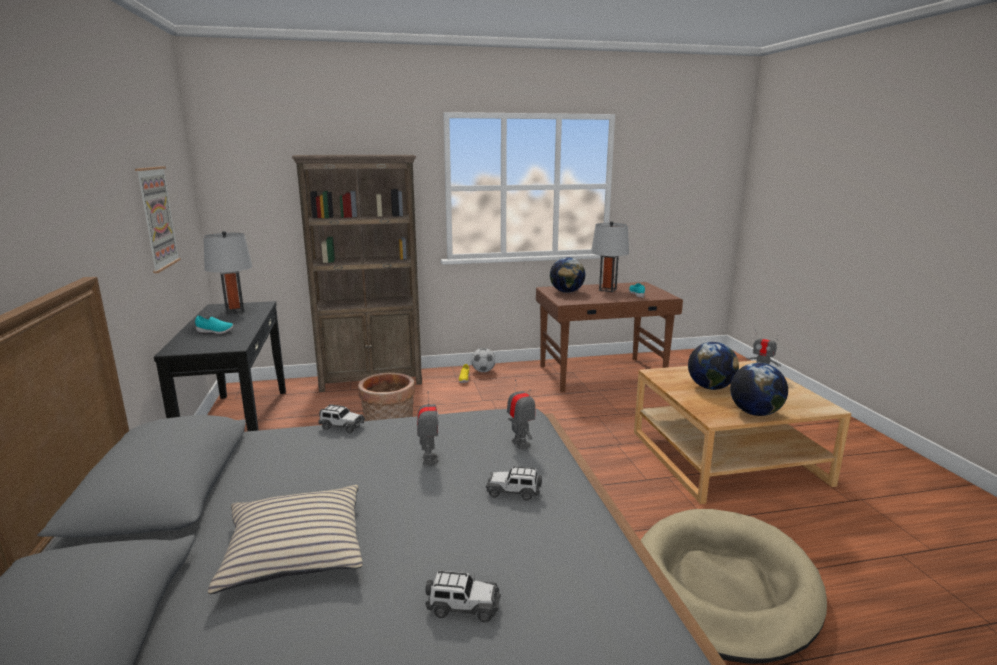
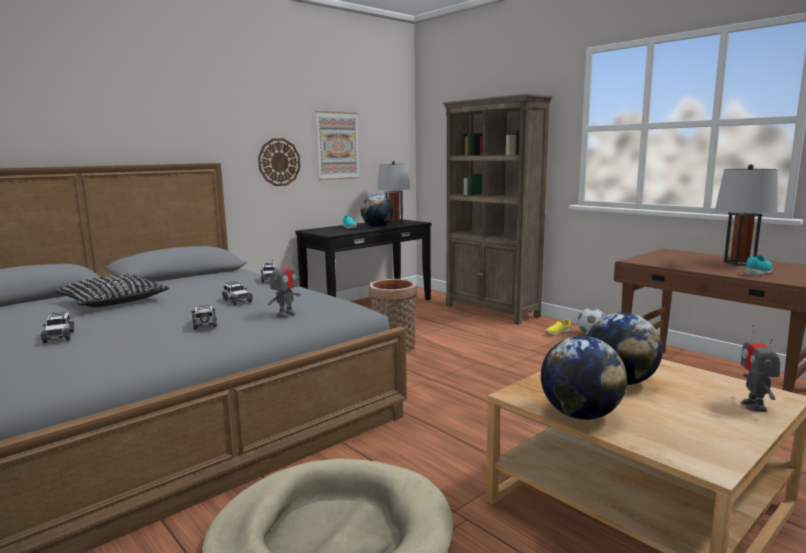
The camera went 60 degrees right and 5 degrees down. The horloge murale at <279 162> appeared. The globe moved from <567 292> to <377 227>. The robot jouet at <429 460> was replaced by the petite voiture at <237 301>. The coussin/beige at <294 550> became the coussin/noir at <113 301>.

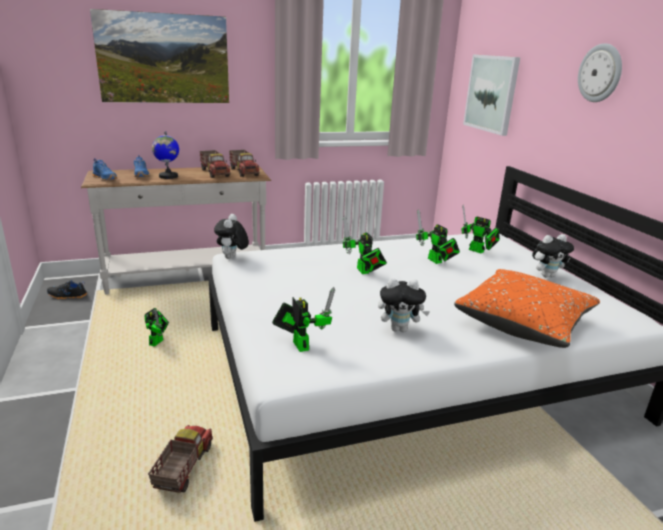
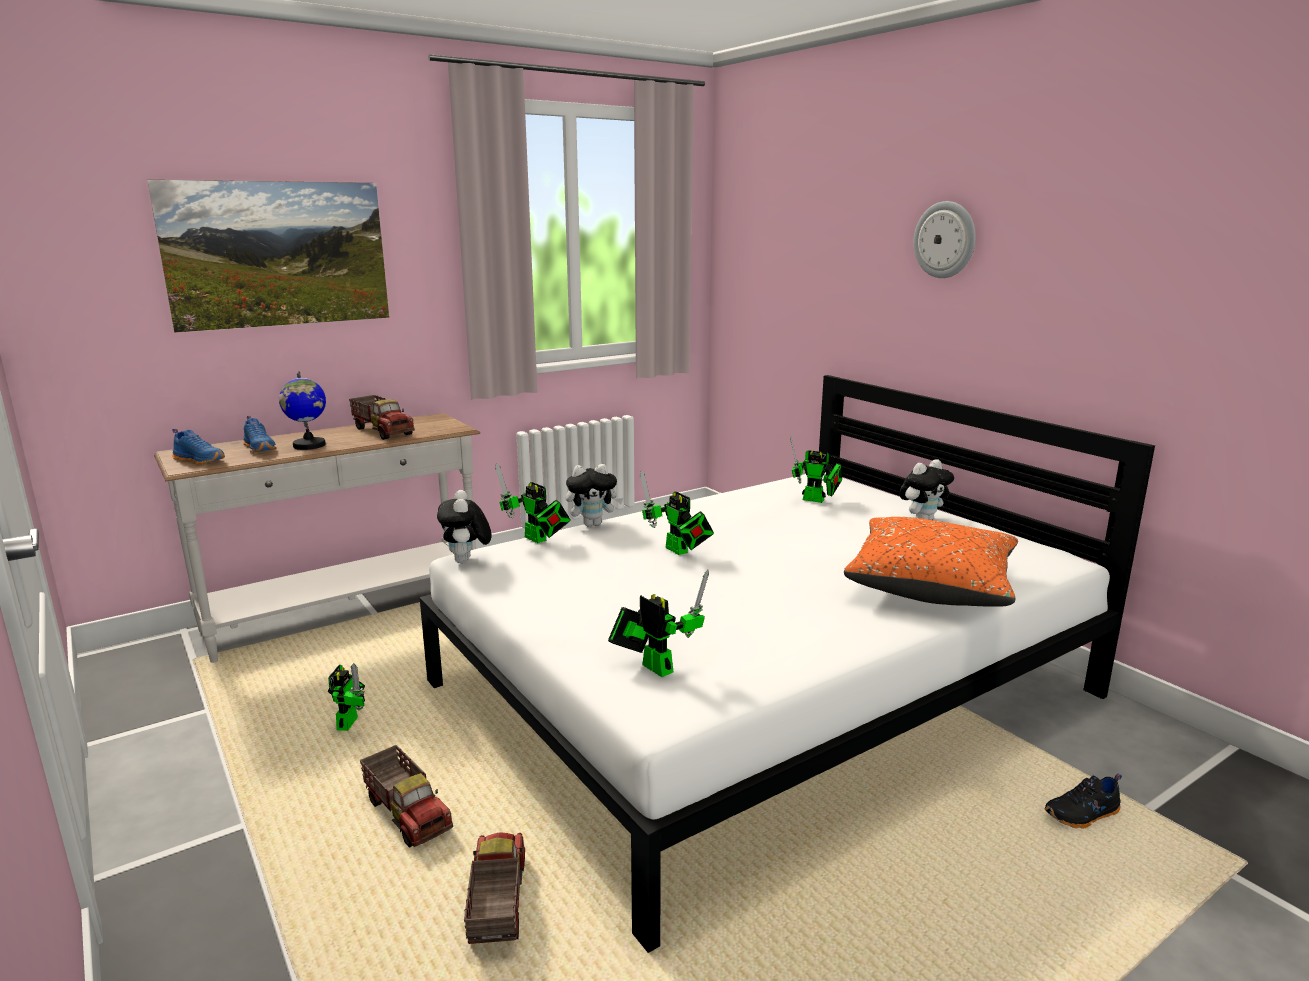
The camera went 15 degrees left and 5 degrees down. The tableau at <491 93> disappeared. The chaussure/noir moved from <67 296> to <1083 815>. The camion jouet moved from <244 172> to <408 813>. The peluche moved from <399 329> to <593 524>. The robot jouet moved from <436 261> to <538 539>.

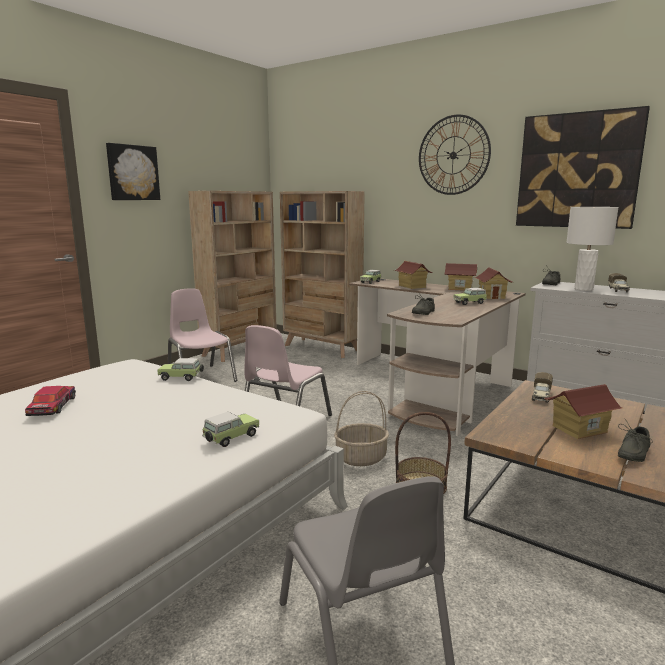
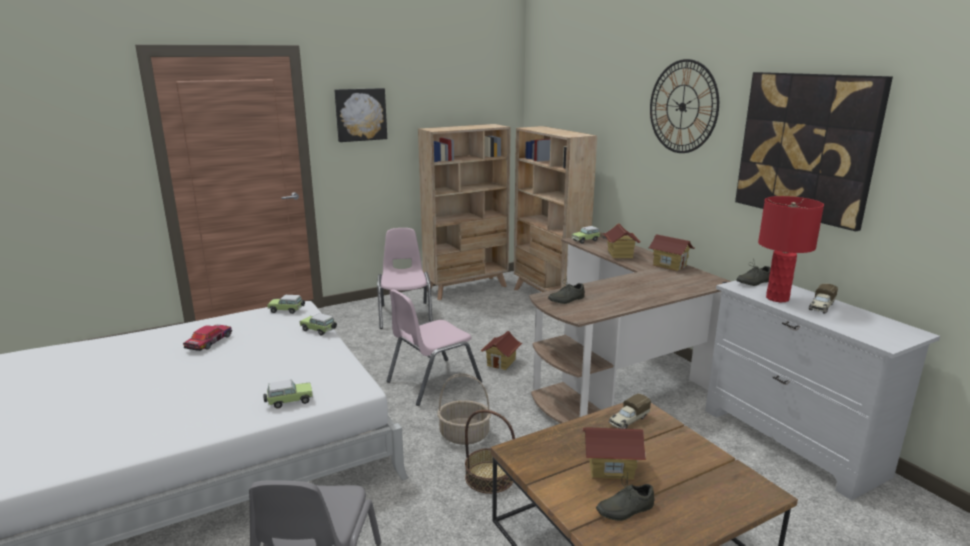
The camera went 25 degrees right and 5 degrees up. The petite voiture moved from <470 303> to <287 310>. The maison miniature moved from <491 296> to <501 363>. The lampe de table/blanc at <584 289> became the lampe de table/rouge at <777 298>.

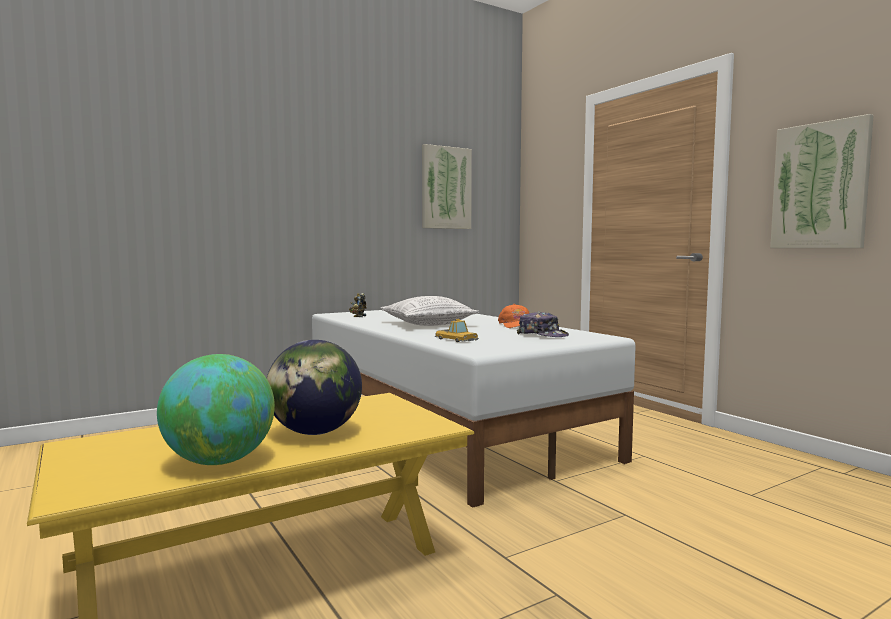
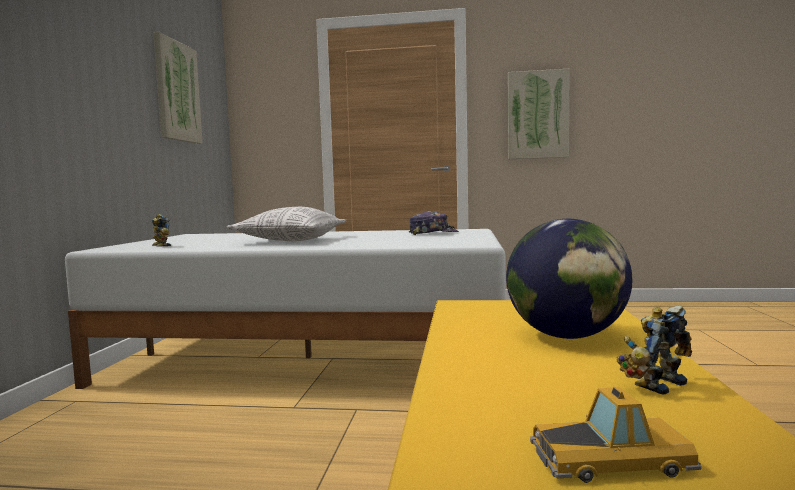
The camera went 50 degrees left and 0 degrees up. The casquette/orange at <517 325> disappeared. The petite voiture moved from <456 339> to <613 459>. The globe at <219 461> was replaced by the robot jouet at <655 383>.

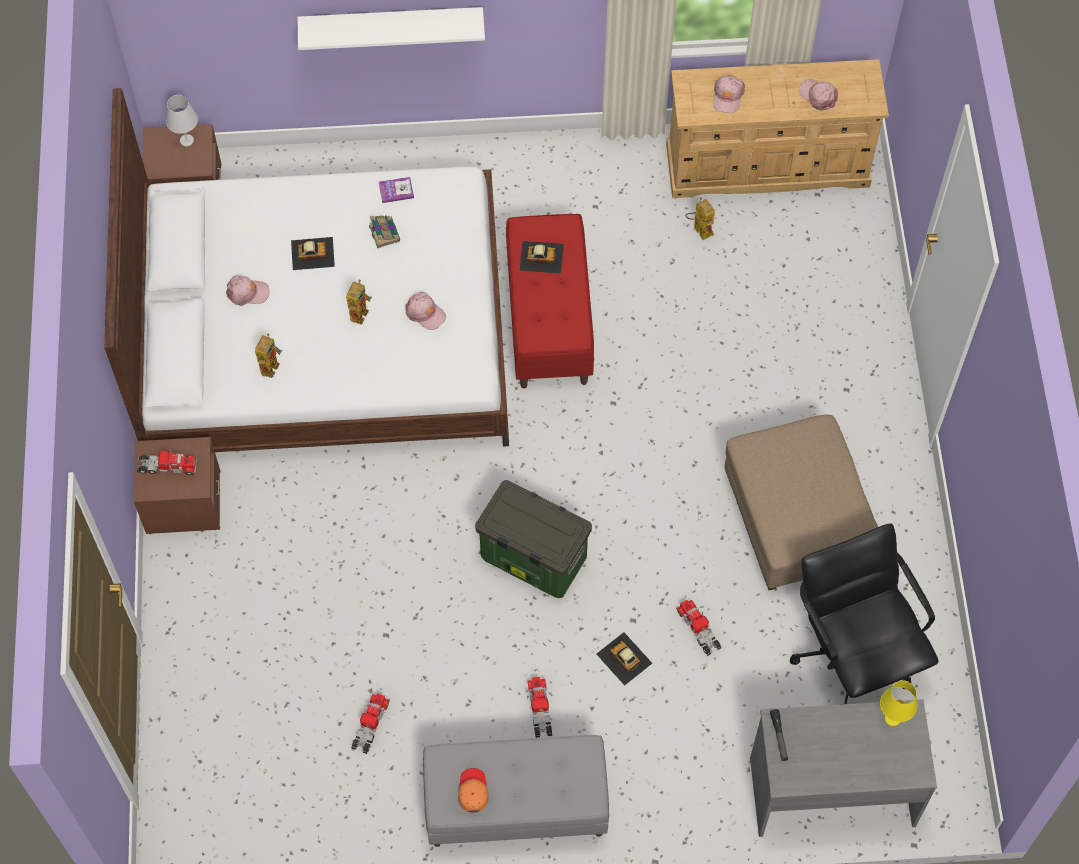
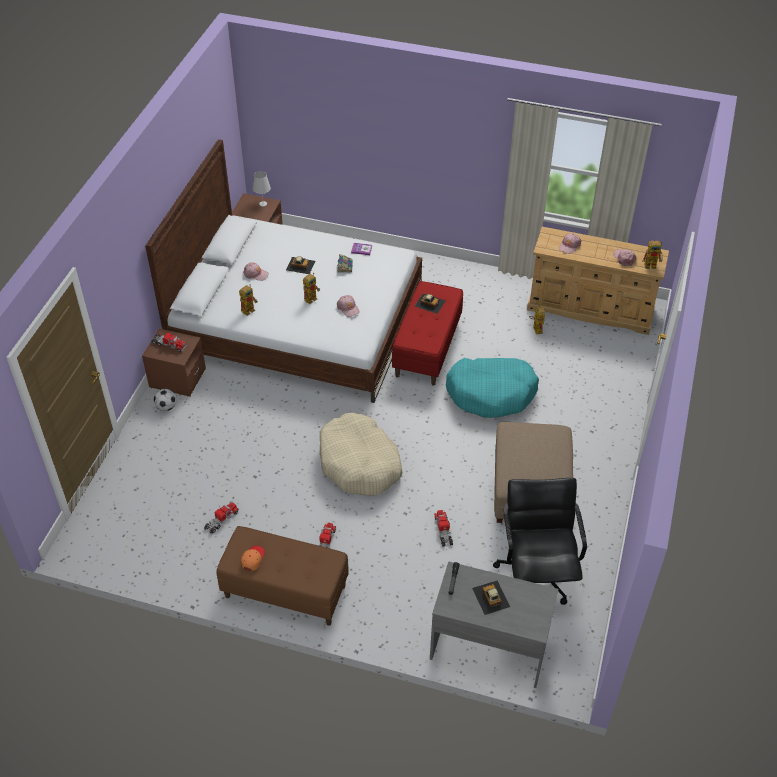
The camera went 20 degrees right and 15 degrees down. The étagère/blanc at <391 24> disappeared. The lampe de table/jaune at <892 718> disappeared. The ballon de foot at <166 407> appeared. The panier pour chien/turquoise at <491 393> appeared. The robot jouet at <652 265> appeared. The petite voiture moved from <624 659> to <491 597>. The boîte de rangement at <532 559> was replaced by the panier pour chien/beige at <359 463>. The banc/gris at <515 807> became the banc/marron at <284 591>.

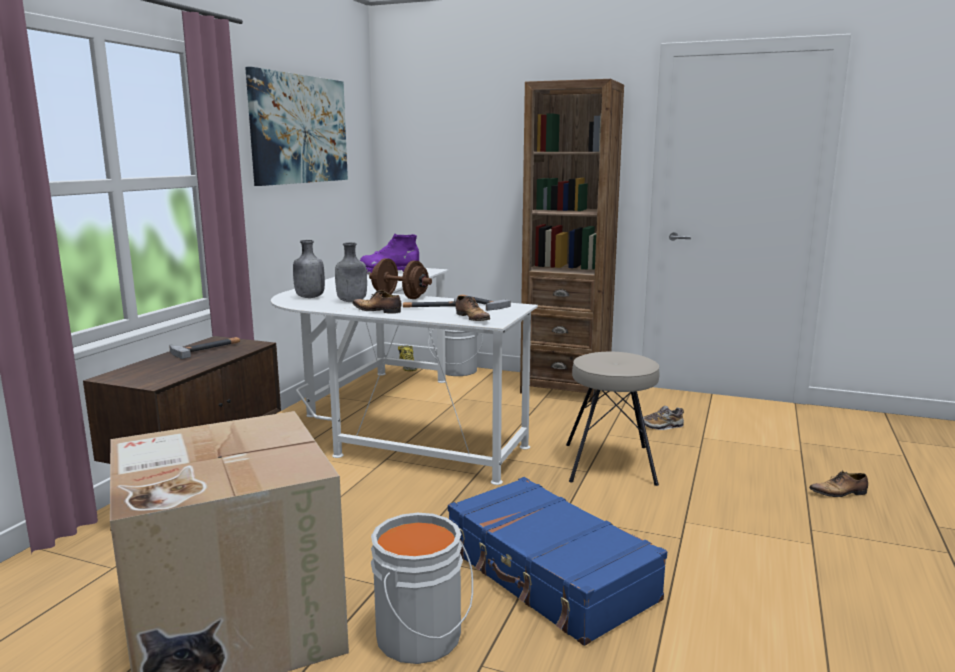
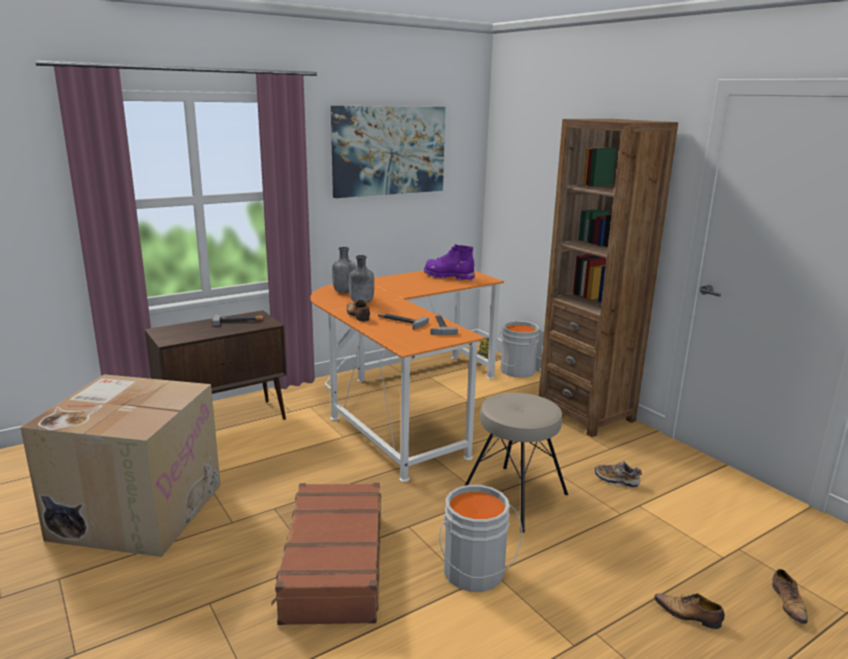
The camera went 35 degrees right and 5 degrees up. The haltère/marron at <400 297> disappeared. The seau/gris moved from <422 638> to <475 573>. The chaussure moved from <472 318> to <788 603>. The bureau/blanc at <392 423> became the bureau/orange at <403 404>. The valise/bleu at <548 575> became the valise/marron at <333 565>.

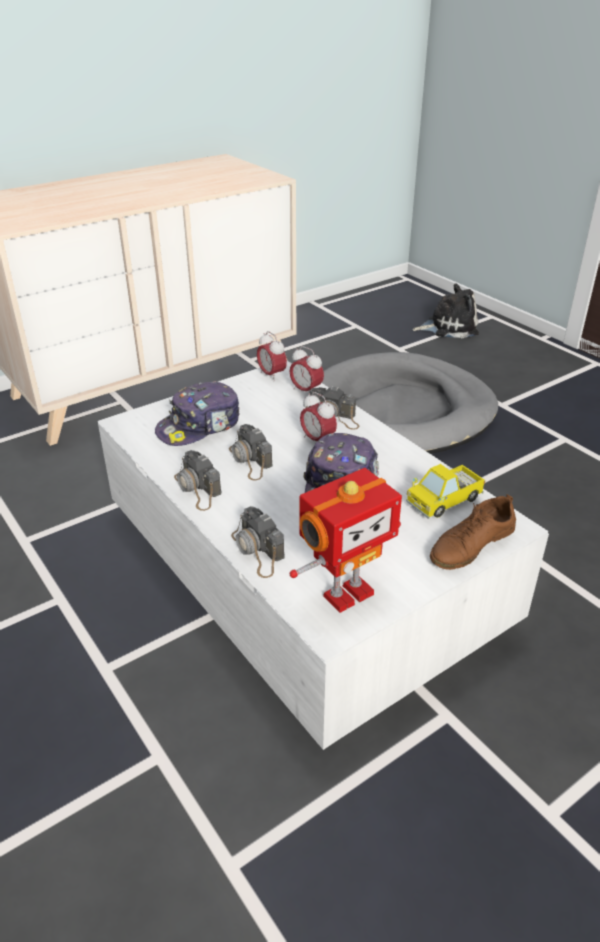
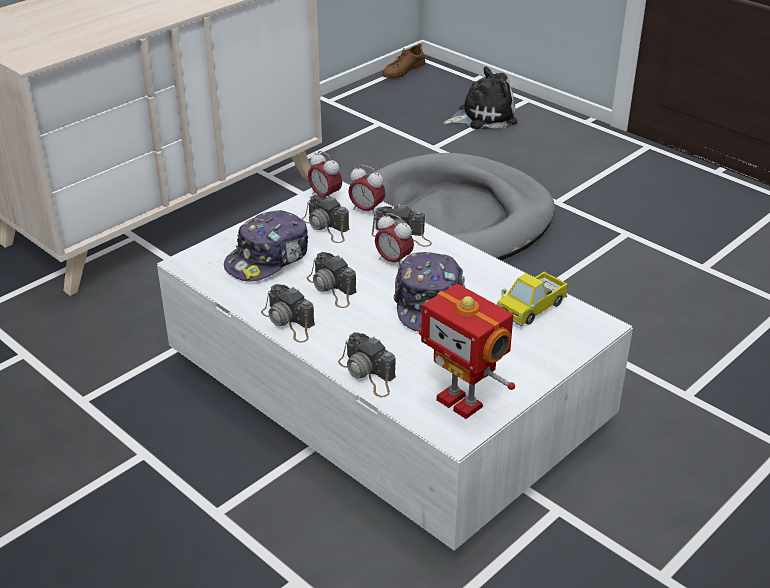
The camera went 10 degrees left and 0 degrees up. The appareil photo at <326 227> appeared. The chaussure/marron moved from <471 544> to <403 70>. The robot jouet at <346 593> turned 90 degrees clockwise.

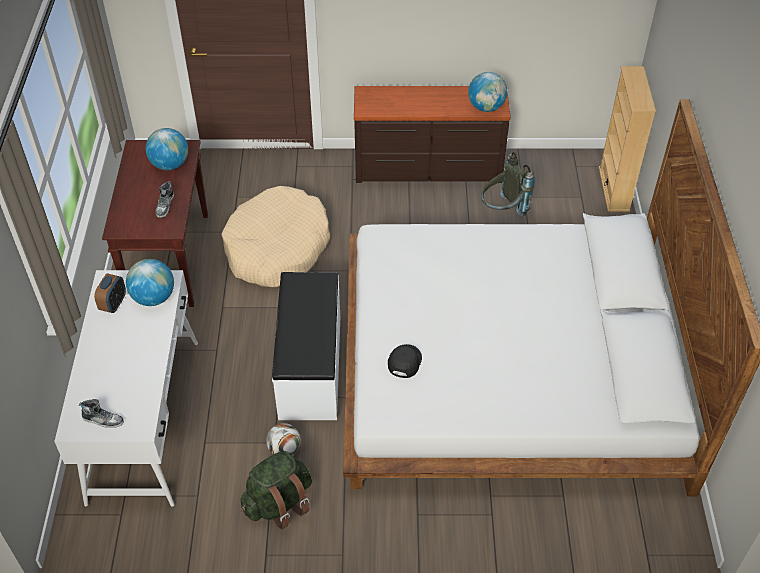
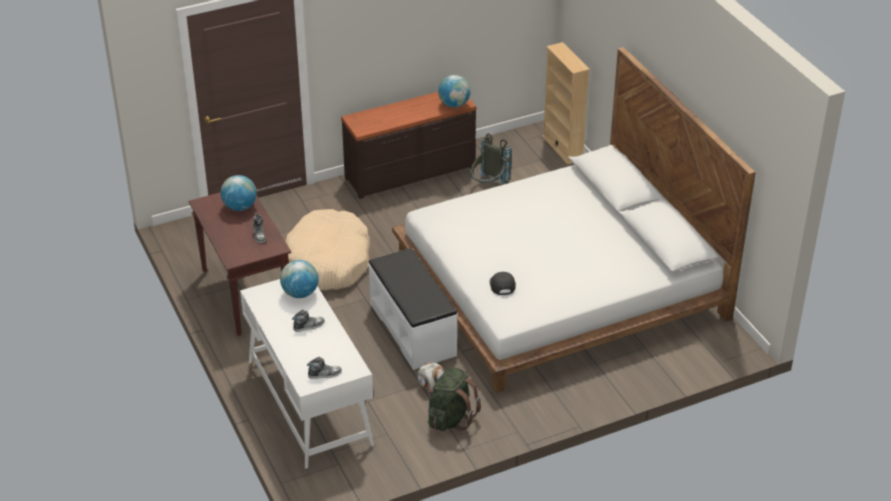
The camera went 25 degrees left and 10 degrees down. The réveil at <113 304> disappeared. The chaussure at <309 326> appeared.

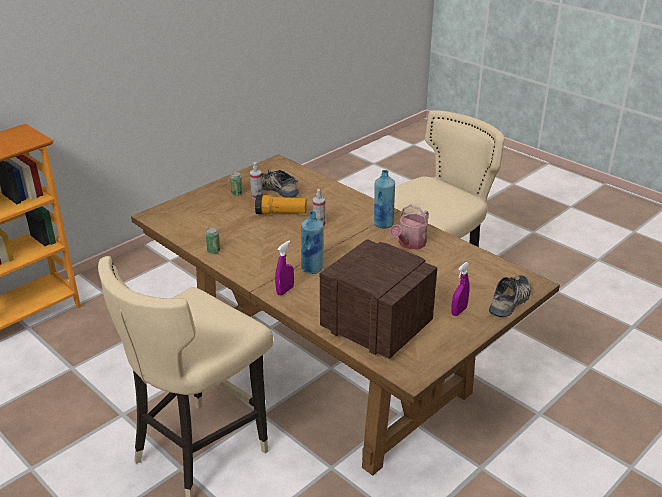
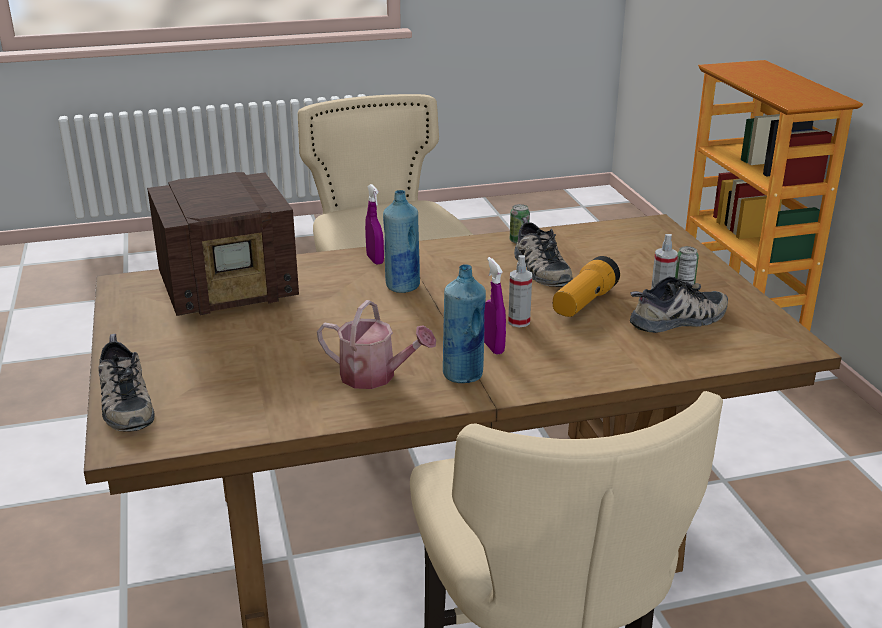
The camera went 120 degrees right and 5 degrees down. The chaussure at <539 268> appeared. The vaporisateur/violet moved from <459 311> to <493 347>. The arrosoir at <409 244> turned 135 degrees clockwise.

